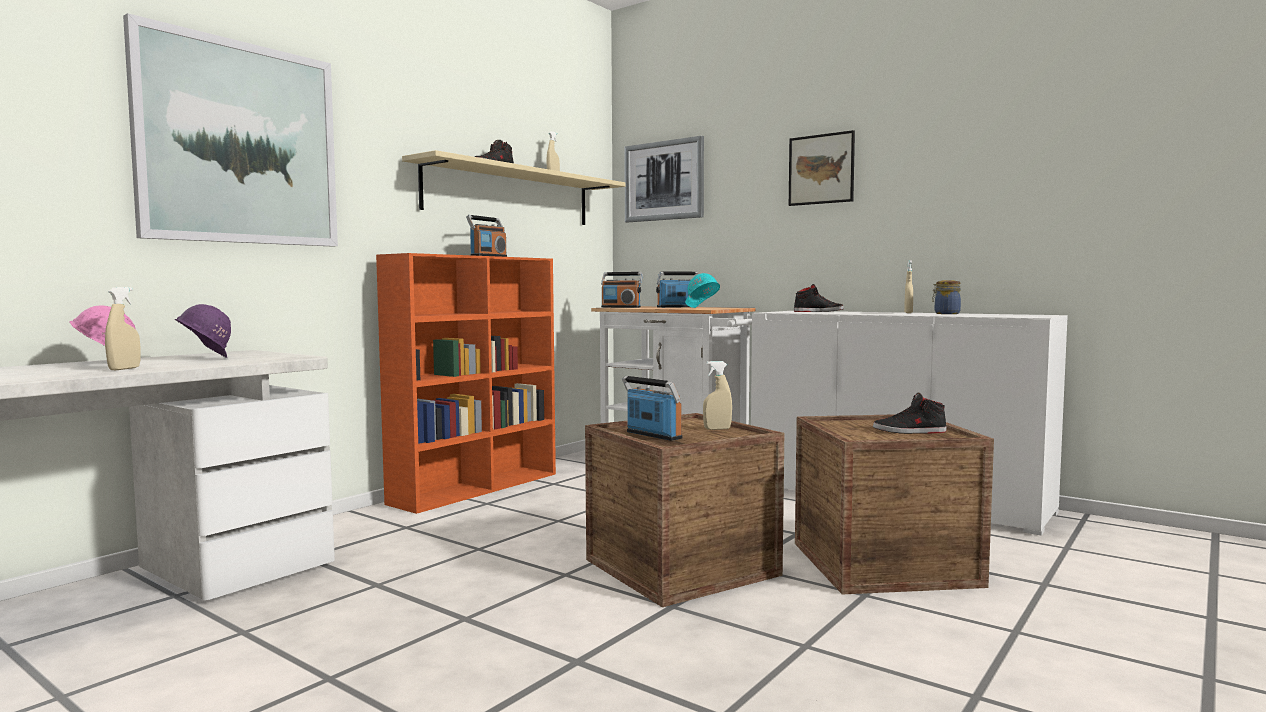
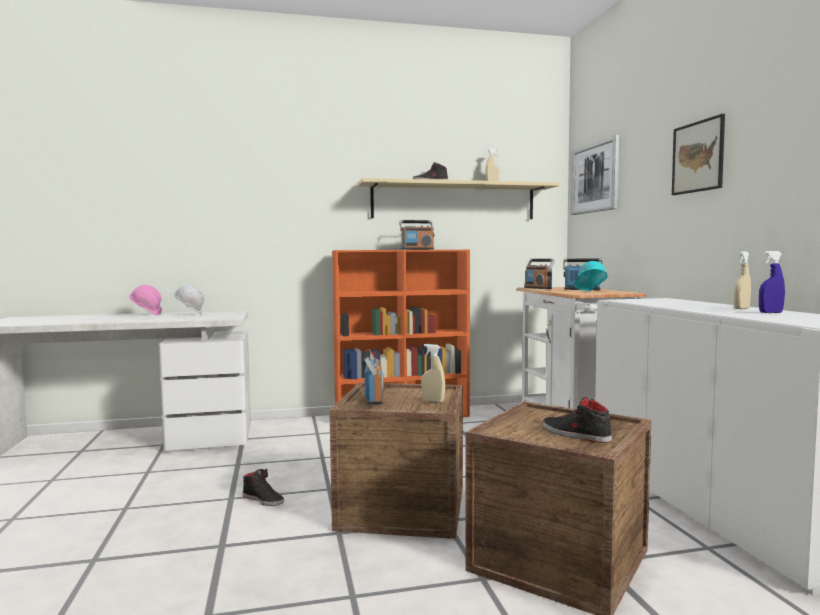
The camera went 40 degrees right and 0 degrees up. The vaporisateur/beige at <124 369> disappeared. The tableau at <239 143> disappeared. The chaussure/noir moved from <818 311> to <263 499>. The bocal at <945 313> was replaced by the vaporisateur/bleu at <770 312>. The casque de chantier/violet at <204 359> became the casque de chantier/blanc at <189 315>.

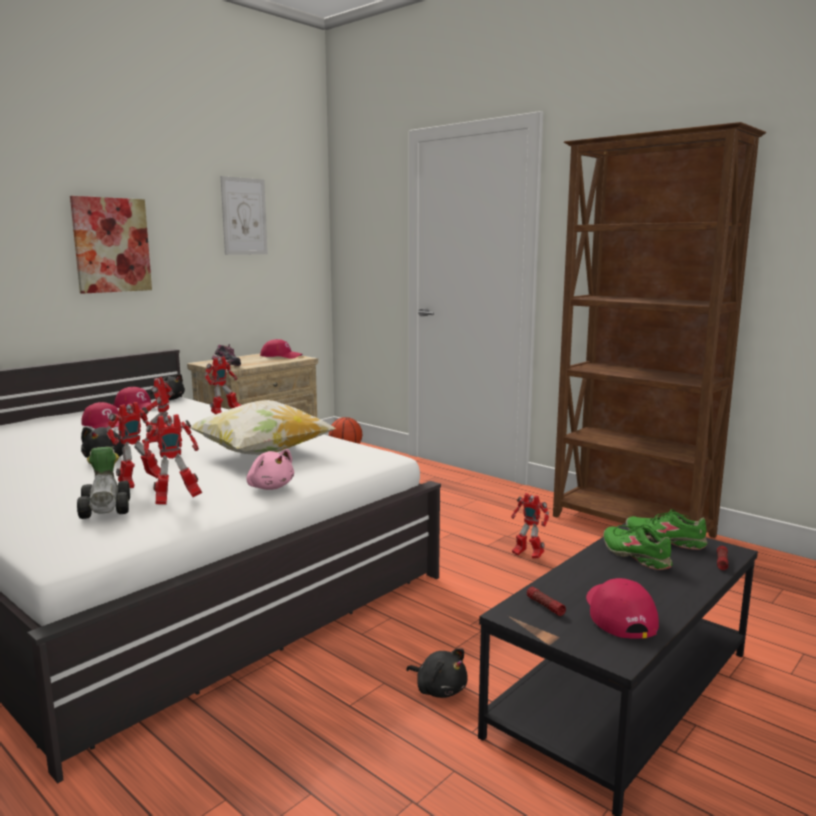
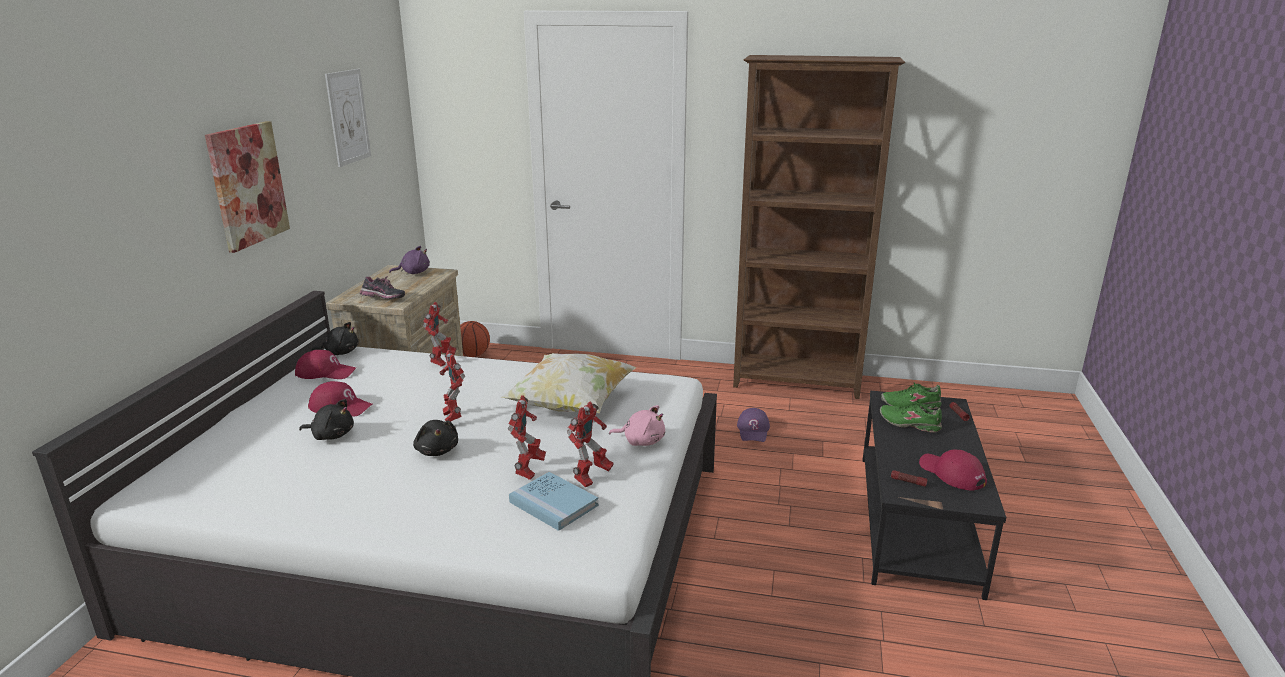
The camera went 30 degrees left and 10 degrees up. The peluche/noir moved from <439 689> to <331 435>. The petite voiture at <107 507> was replaced by the livre/bleu at <553 504>. The casquette/rouge at <281 356> was replaced by the peluche/violet at <413 273>. The robot jouet at <527 555> was replaced by the casquette/violet at <753 430>.

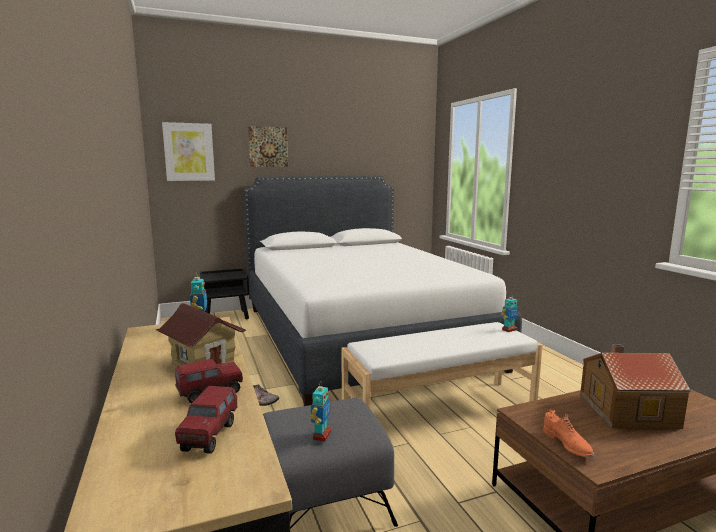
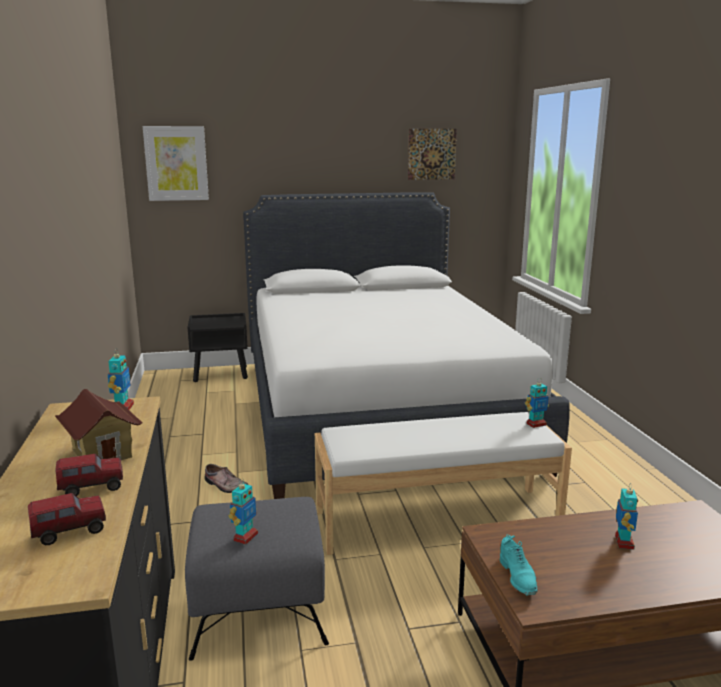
The camera went 10 degrees right and 5 degrees up. The tableau moved from <268 147> to <431 154>. The maison miniature at <625 409> was replaced by the robot jouet at <623 542>. The chaussure/orange at <567 445> became the chaussure/turquoise at <518 577>. The camion jouet at <210 436> turned 135 degrees counterclockwise.

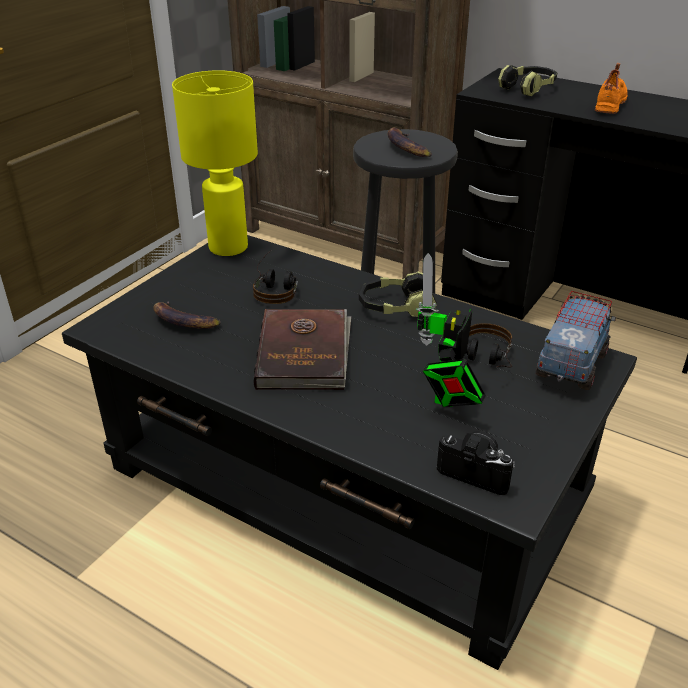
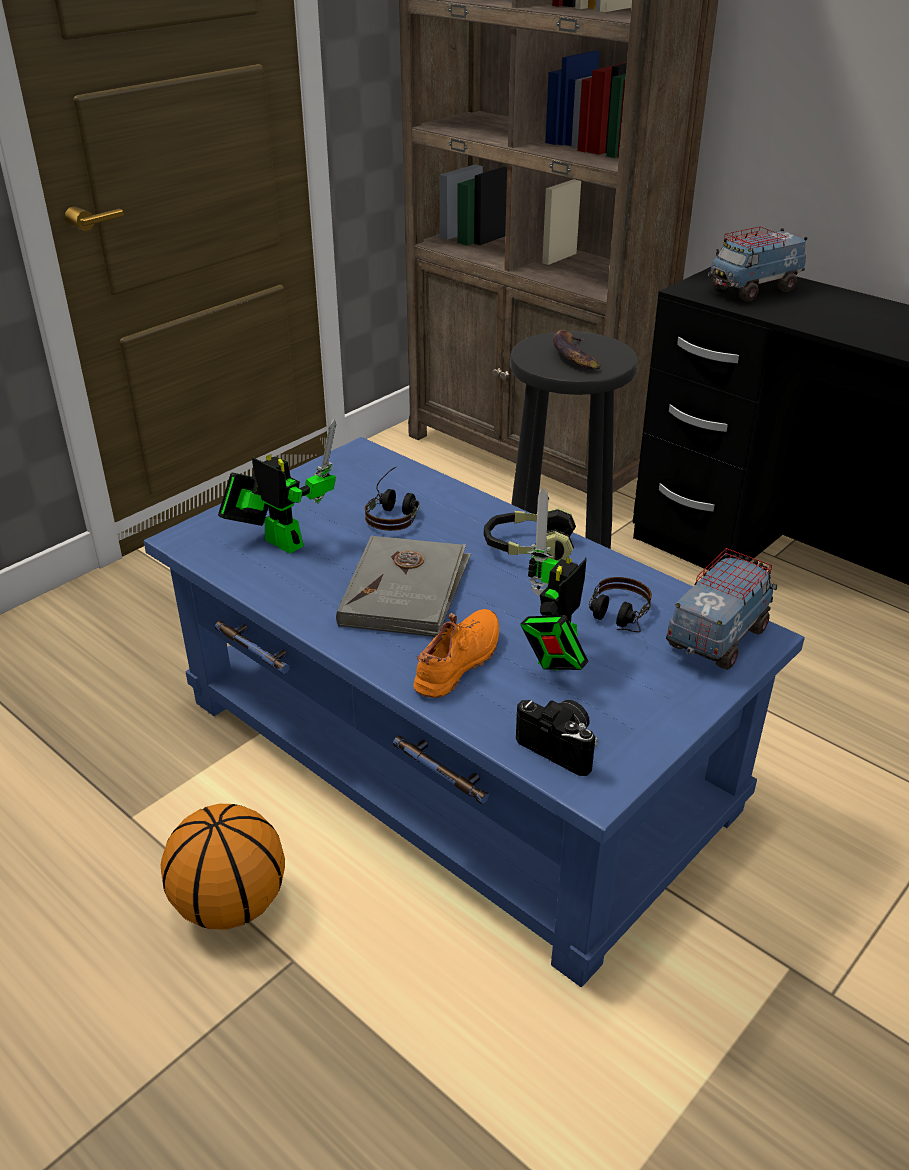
The camera went 10 degrees right and 0 degrees up. The lampe de table/jaune at <229 247> disappeared. The ballon de basket at <229 904> appeared. The chaussure/orange moved from <611 103> to <460 663>. The banane at <183 321> was replaced by the robot jouet at <279 540>. The casque audio at <528 89> was replaced by the camion jouet at <753 290>. The table basse/noir at <342 483> became the table basse/bleu at <452 752>. The livre/marron at <305 352> became the livre/gris at <406 590>.

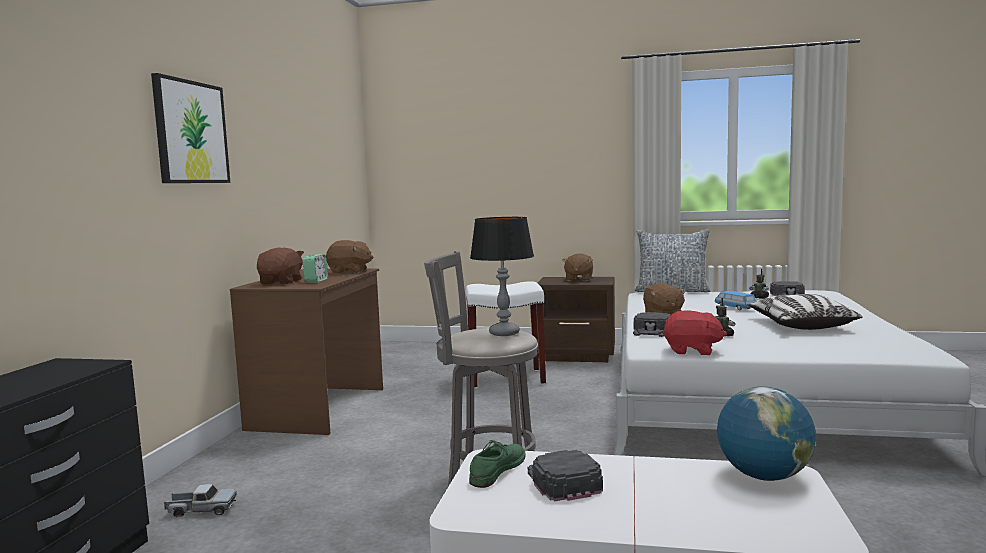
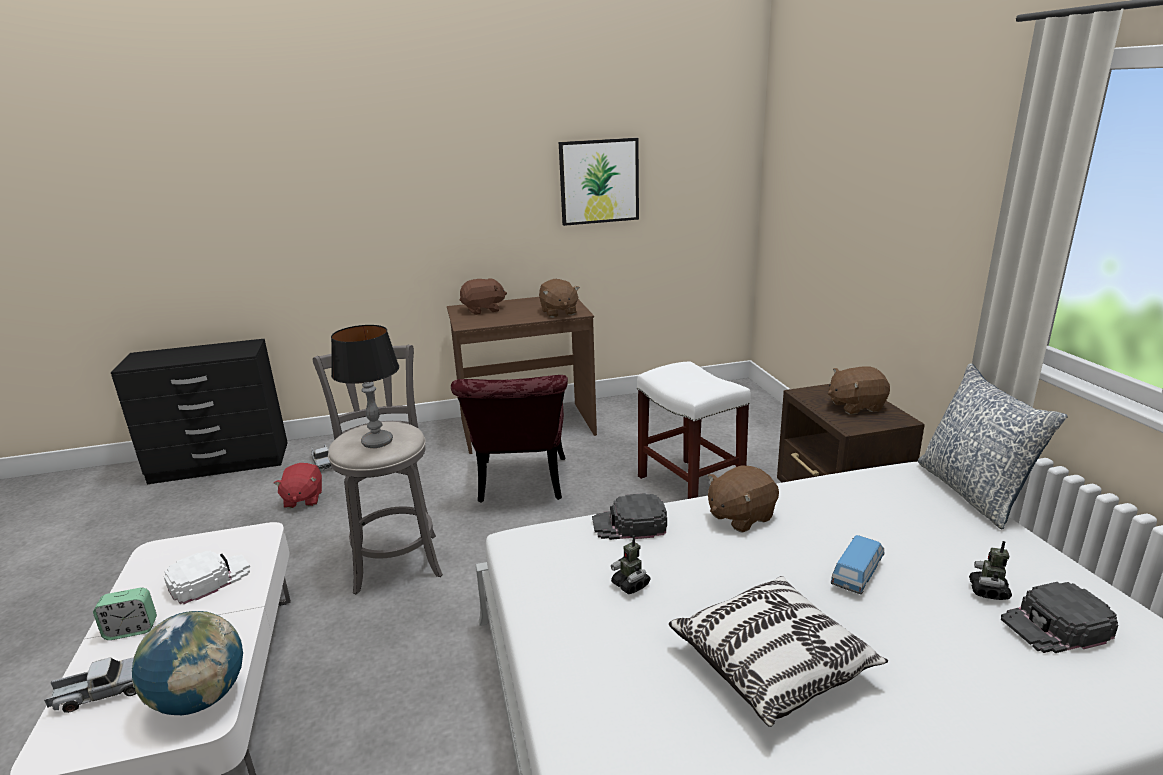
The camera went 65 degrees right and 15 degrees up. The chaussure/vert at <497 469> disappeared. The camion jouet at <103 692> appeared. The chaise/rouge at <521 486> appeared. The tableau moved from <191 132> to <599 181>. The réveil moved from <316 281> to <131 630>. The peluche/rouge moved from <692 351> to <303 499>. The casquette/noir at <562 480> became the casquette/blanc at <209 579>.

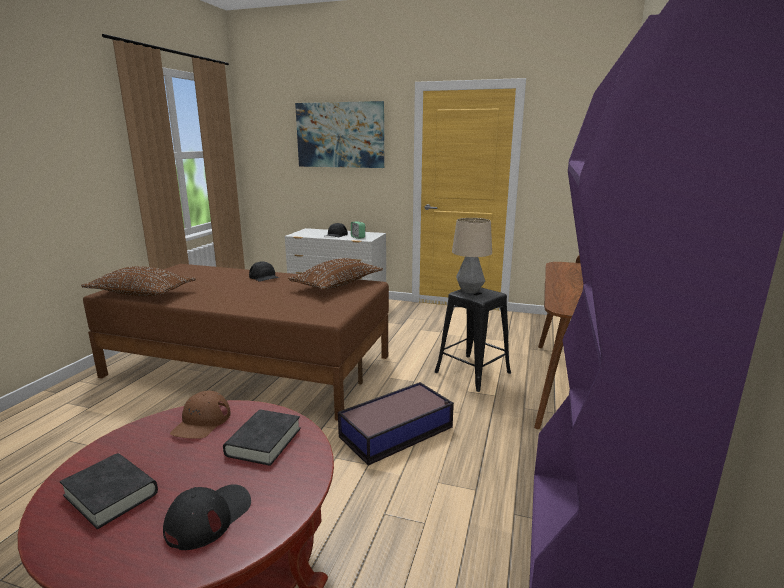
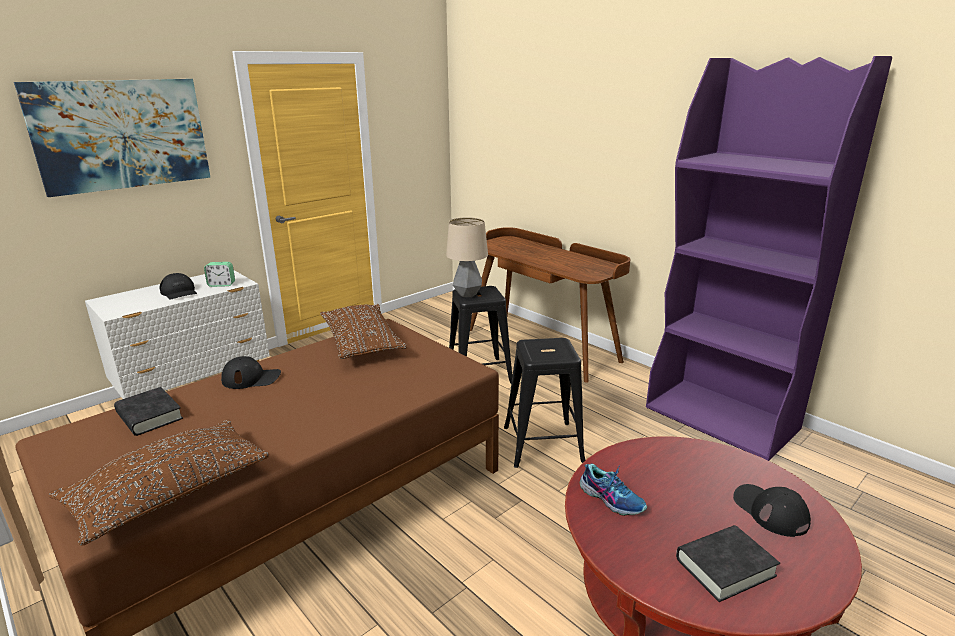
The camera went 60 degrees left and 5 degrees up. The livre/noir moved from <264 442> to <149 416>. The casquette/marron at <201 422> was replaced by the chaussure at <612 499>. The boîte de rangement at <398 431> was replaced by the tabouret/noir at <543 444>.

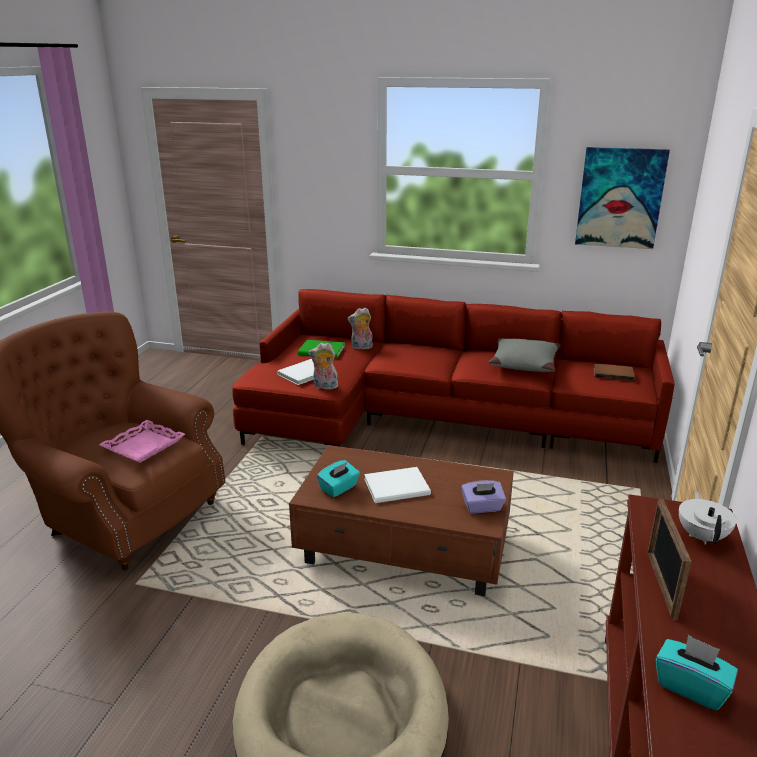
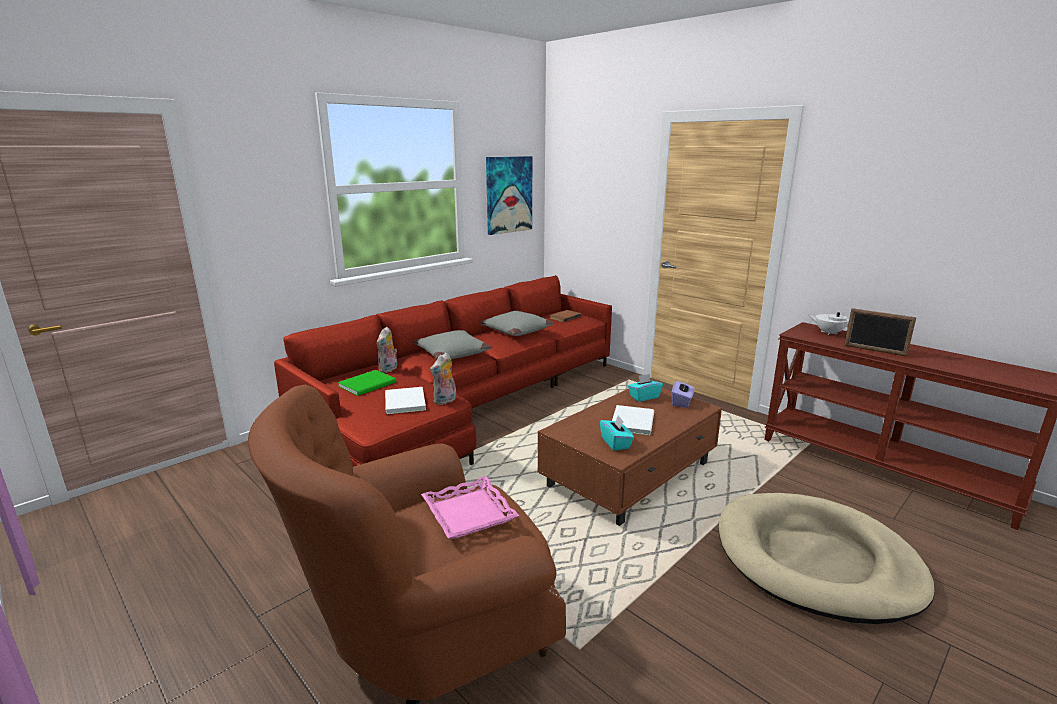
The camera went 60 degrees left and 5 degrees down. The coussin/gris at <451 353> appeared. The boîte à mouchoirs/turquoise moved from <691 686> to <644 397>.

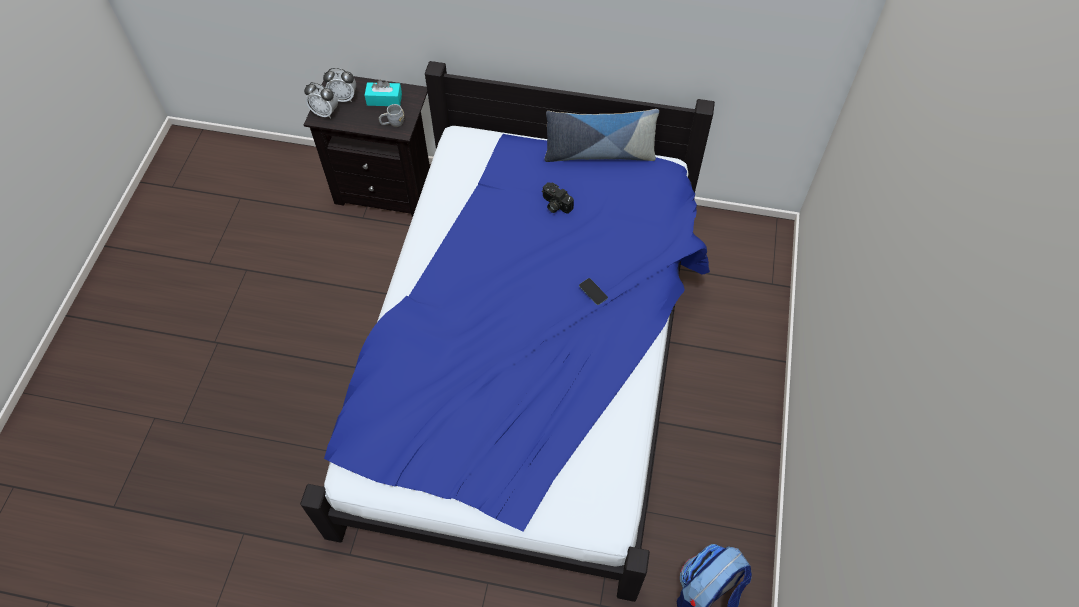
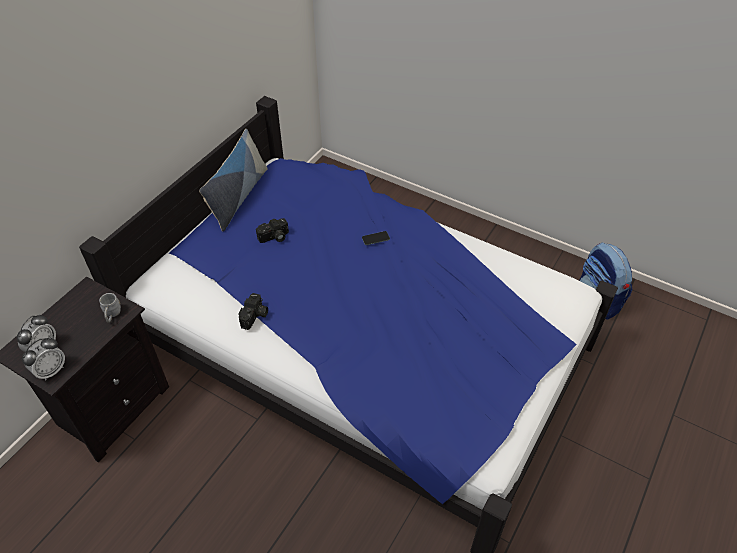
The camera went 70 degrees left and 10 degrees down. The boîte à mouchoirs/turquoise at <384 99> disappeared. The appareil photo at <255 317> appeared.

